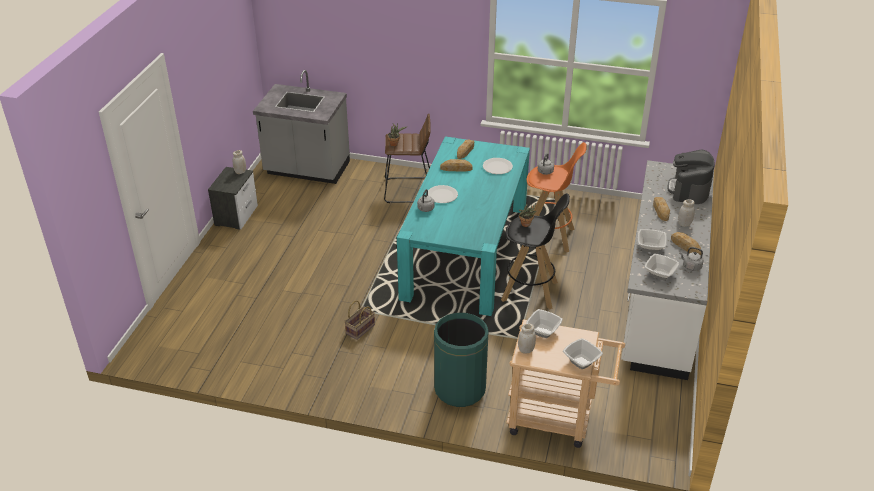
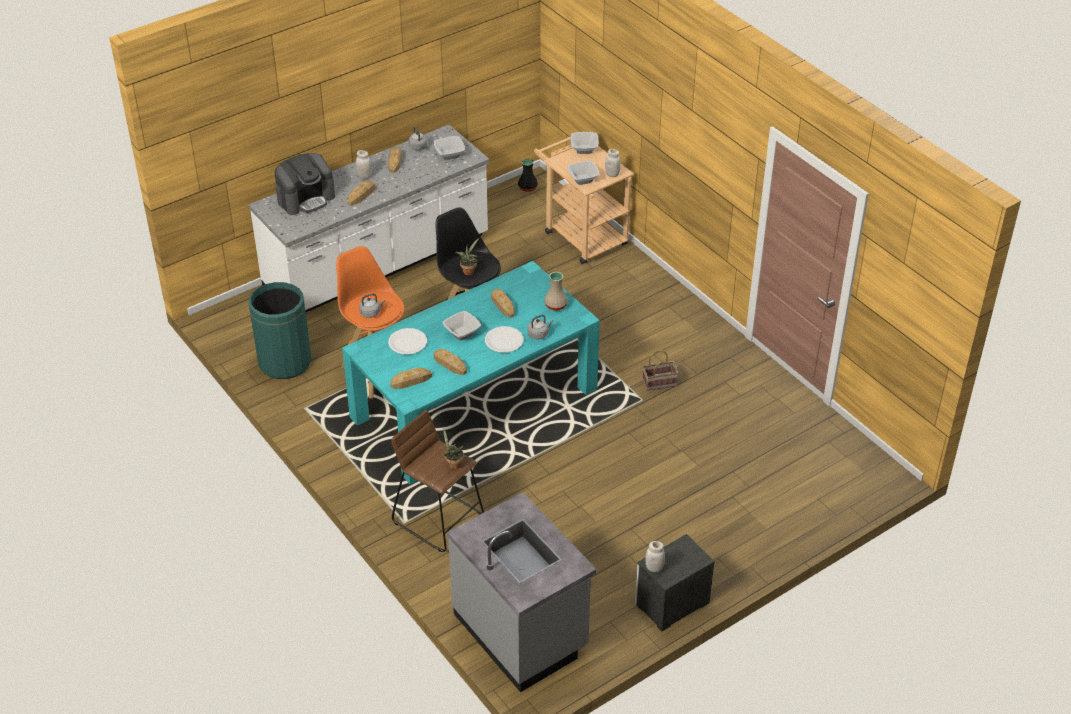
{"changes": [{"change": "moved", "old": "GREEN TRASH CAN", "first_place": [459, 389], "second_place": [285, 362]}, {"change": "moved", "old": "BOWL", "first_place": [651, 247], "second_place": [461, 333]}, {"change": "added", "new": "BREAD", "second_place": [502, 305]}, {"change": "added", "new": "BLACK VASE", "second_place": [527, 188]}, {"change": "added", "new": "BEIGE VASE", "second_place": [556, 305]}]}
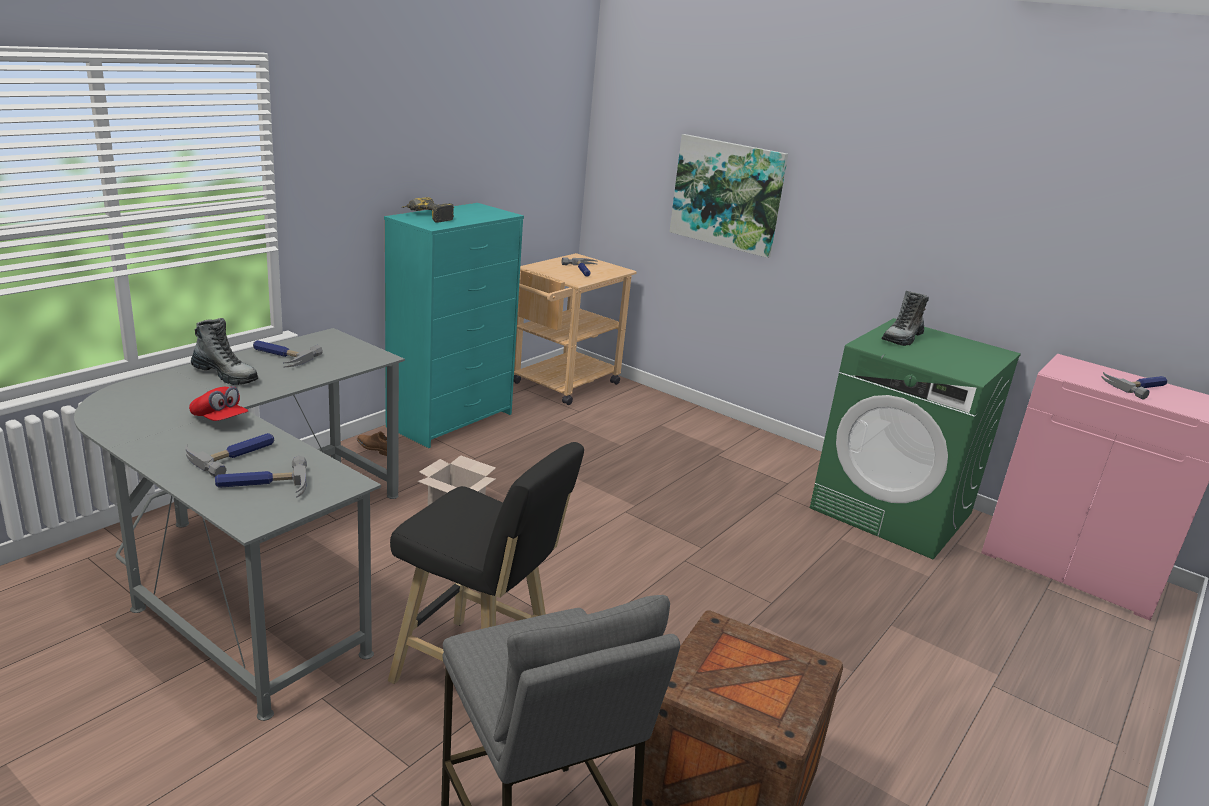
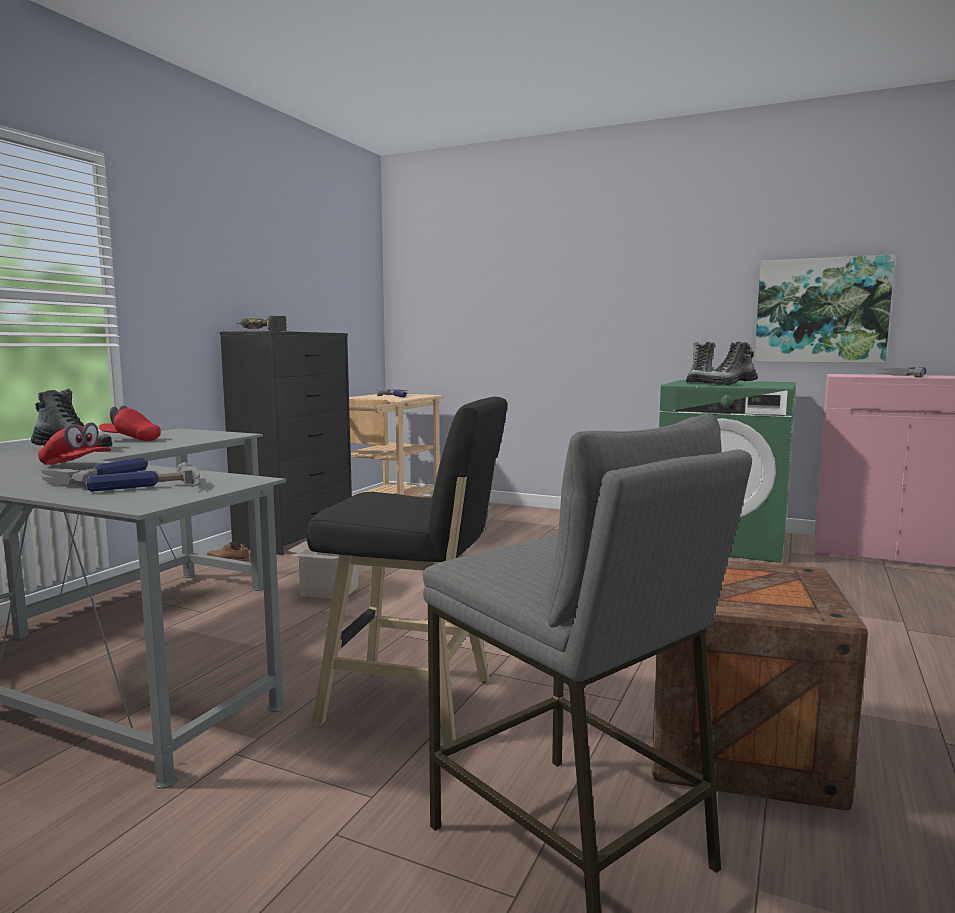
{"changes": [{"change": "replaced", "old": "HAMMER", "new": "RED CAP", "first_place": [280, 357], "second_place": [130, 440]}, {"change": "recoloured", "old": "TURQUOISE DRESSER", "new": "BLACK DRESSER", "first_place": [451, 420], "second_place": [296, 536]}, {"change": "added", "new": "BOOT", "second_place": [728, 384]}, {"change": "moved", "old": "PICTURE", "first_place": [727, 194], "second_place": [821, 310]}]}
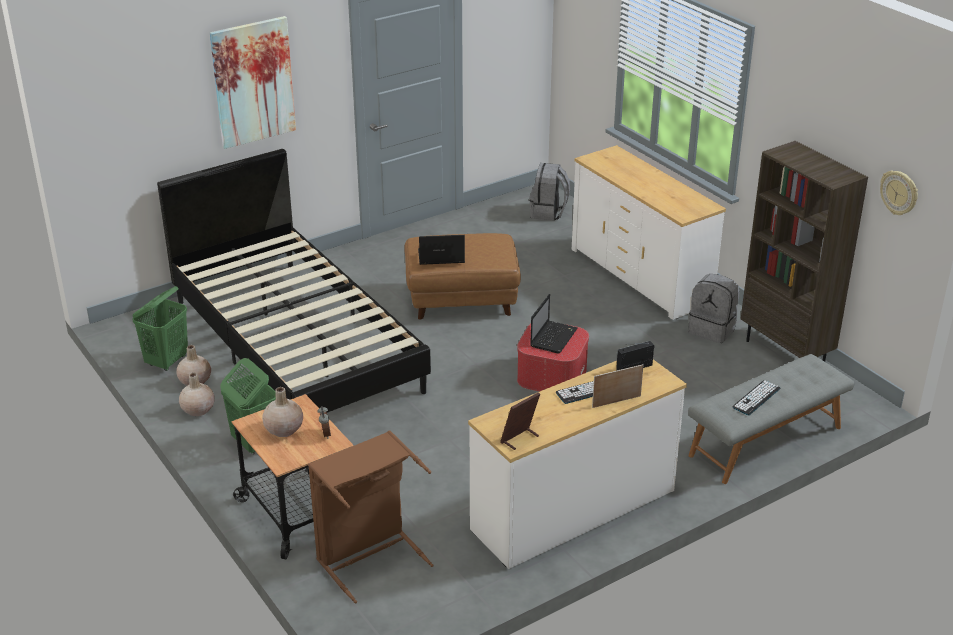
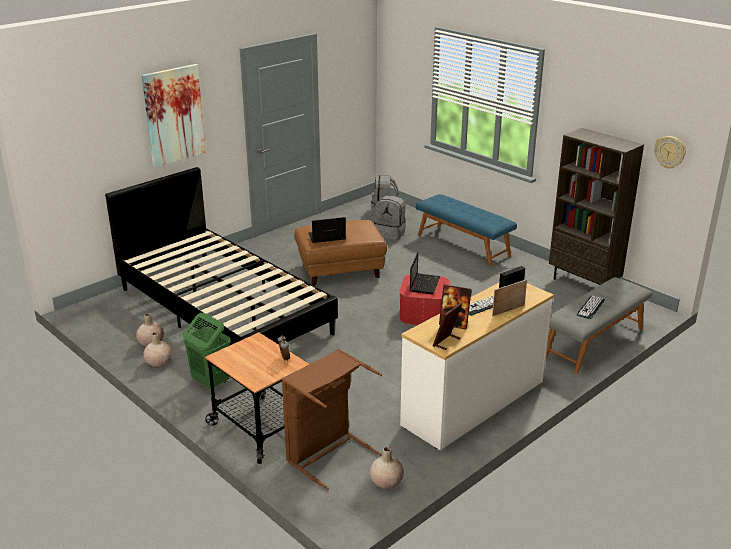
{"changes": [{"change": "moved", "old": "BEIGE VASE", "first_place": [284, 429], "second_place": [386, 482]}, {"change": "moved", "old": "GREY BACKPACK", "first_place": [712, 330], "second_place": [390, 234]}, {"change": "replaced", "old": "WHITE DRESSER", "new": "BLUE BENCH", "first_place": [640, 276], "second_place": [463, 245]}, {"change": "added", "new": "PICTURE FRAME", "second_place": [454, 324]}, {"change": "removed", "old": "GREEN LAUNDRY BASKET", "first_place": [167, 361]}]}
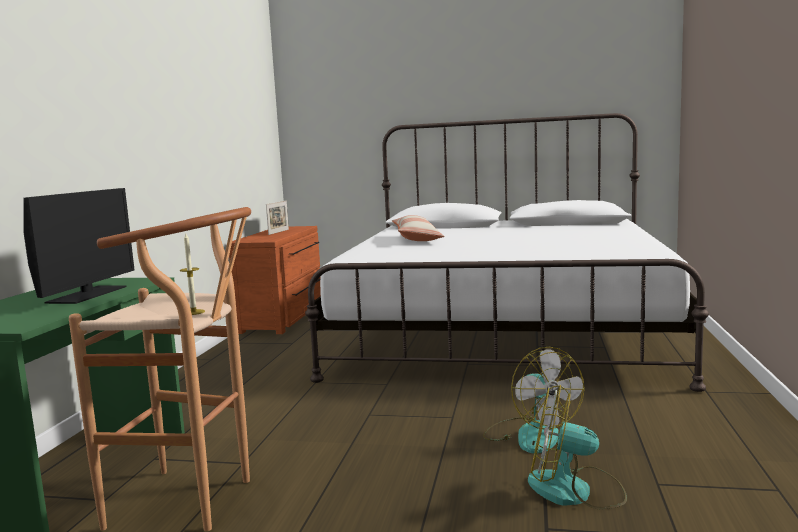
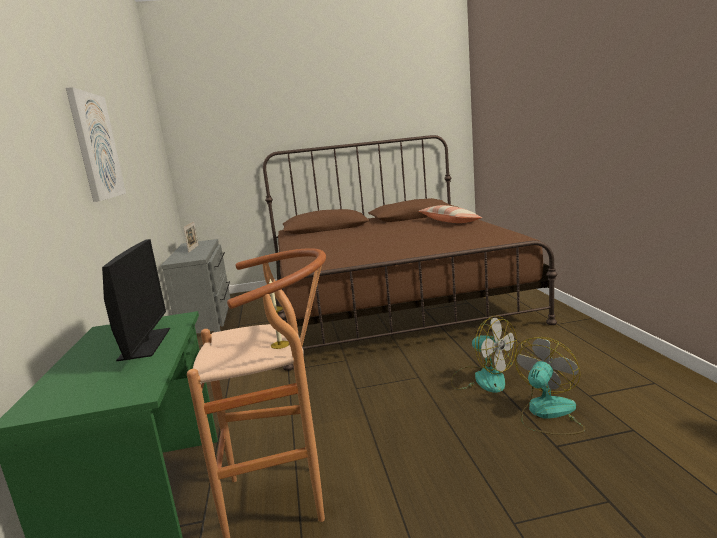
{"changes": [{"change": "added", "new": "PICTURE", "second_place": [96, 146]}, {"change": "recoloured", "old": "BROWN DRESSER", "new": "GREY DRESSER", "first_place": [285, 317], "second_place": [208, 318]}, {"change": "recoloured", "old": "WHITE BED", "new": "BROWN BED", "first_place": [503, 331], "second_place": [391, 302]}, {"change": "moved", "old": "PILLOW", "first_place": [417, 239], "second_place": [449, 222]}, {"change": "turned", "old": "FAN", "first_place": [574, 491], "second_place": [547, 414], "degrees": 135}]}
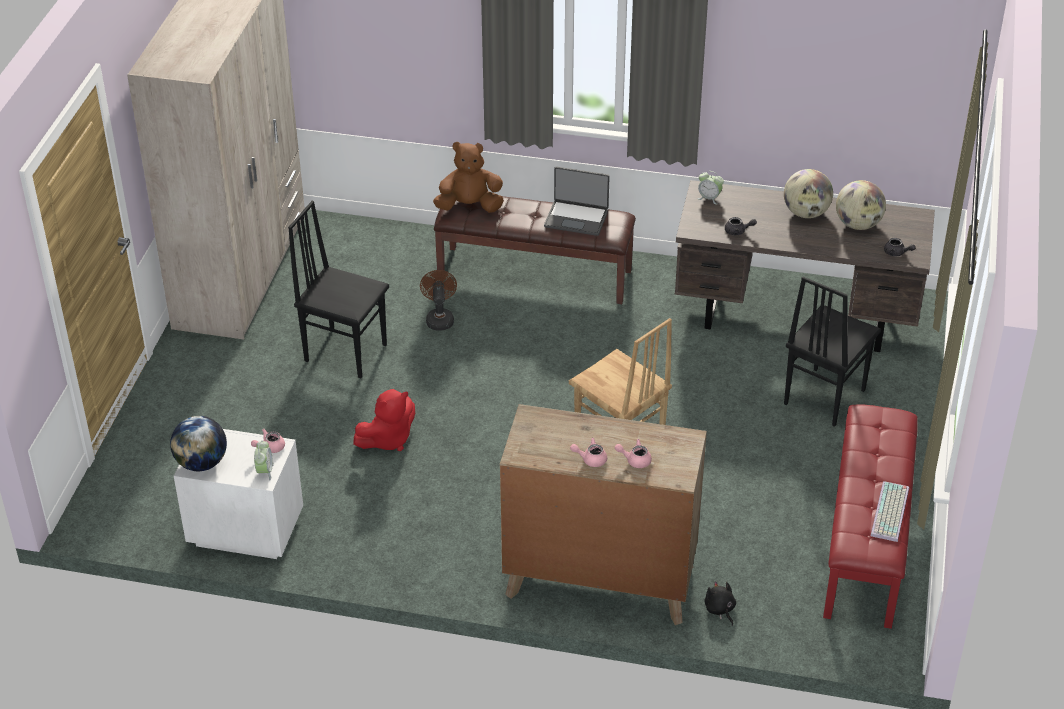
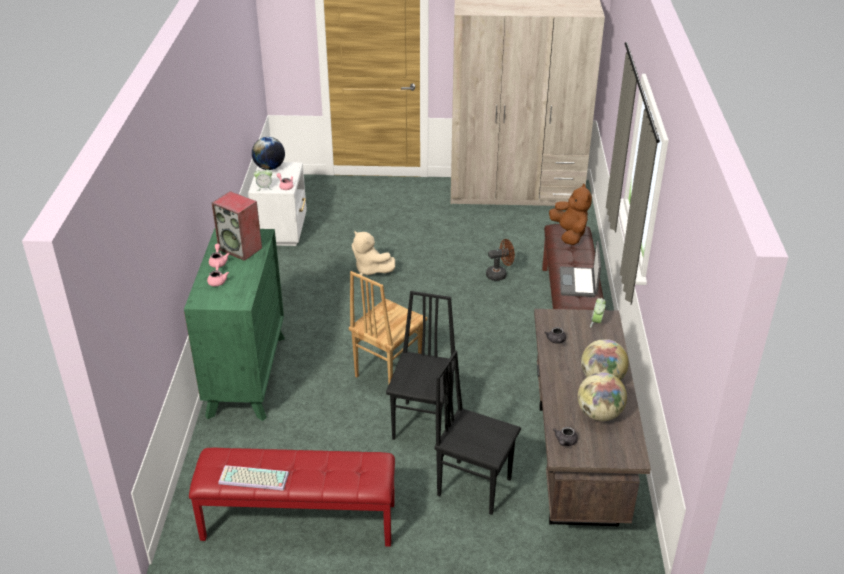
{"changes": [{"change": "recoloured", "old": "BROWN DRESSER", "new": "GREEN DRESSER", "first_place": [599, 581], "second_place": [246, 375]}, {"change": "added", "new": "SPEAKER", "second_place": [241, 249]}, {"change": "recoloured", "old": "RED PLUSH TOY", "new": "BEIGE PLUSH TOY", "first_place": [388, 439], "second_place": [370, 270]}, {"change": "moved", "old": "BLACK CHAIR", "first_place": [345, 351], "second_place": [424, 424]}, {"change": "removed", "old": "BLACK PLUSH TOY", "first_place": [720, 610]}]}
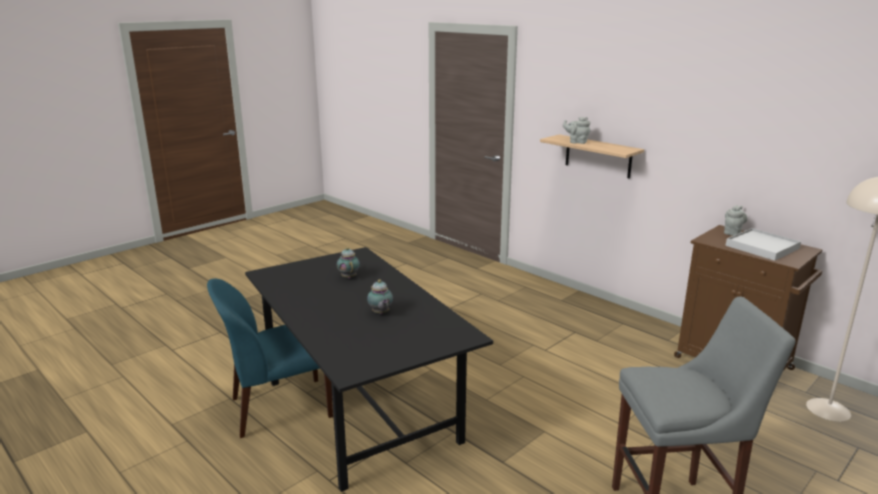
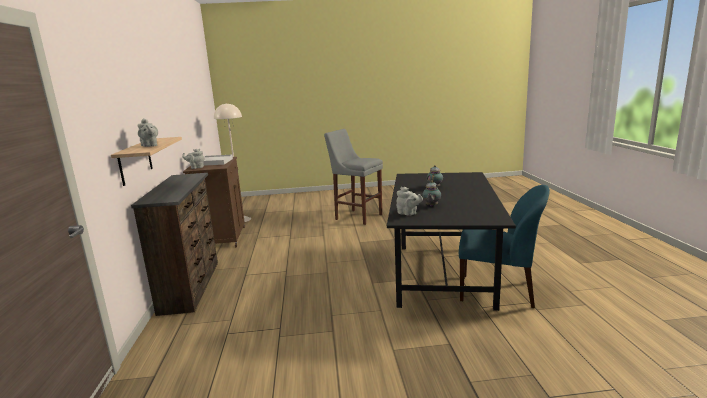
{"changes": [{"change": "added", "new": "BROWN DRESSER", "second_place": [192, 285]}, {"change": "added", "new": "GREY TEAPOT", "second_place": [408, 213]}]}
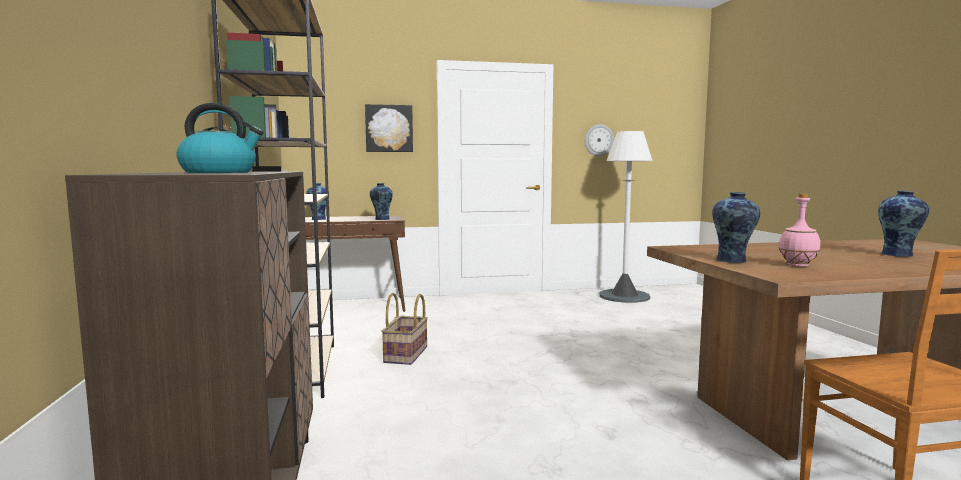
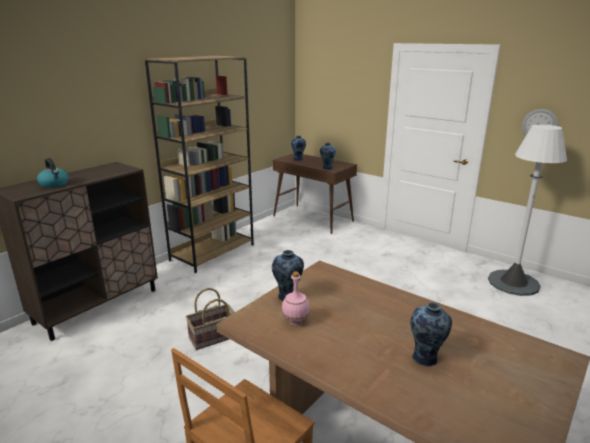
{"changes": [{"change": "moved", "old": "BASKET", "first_place": [406, 355], "second_place": [213, 337]}, {"change": "removed", "old": "PICTURE", "first_place": [389, 128]}]}
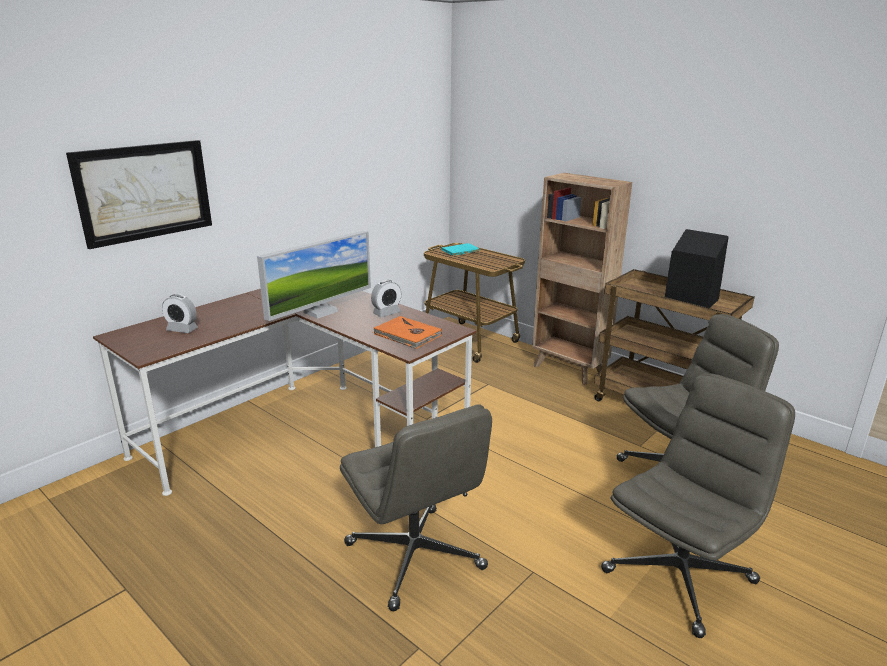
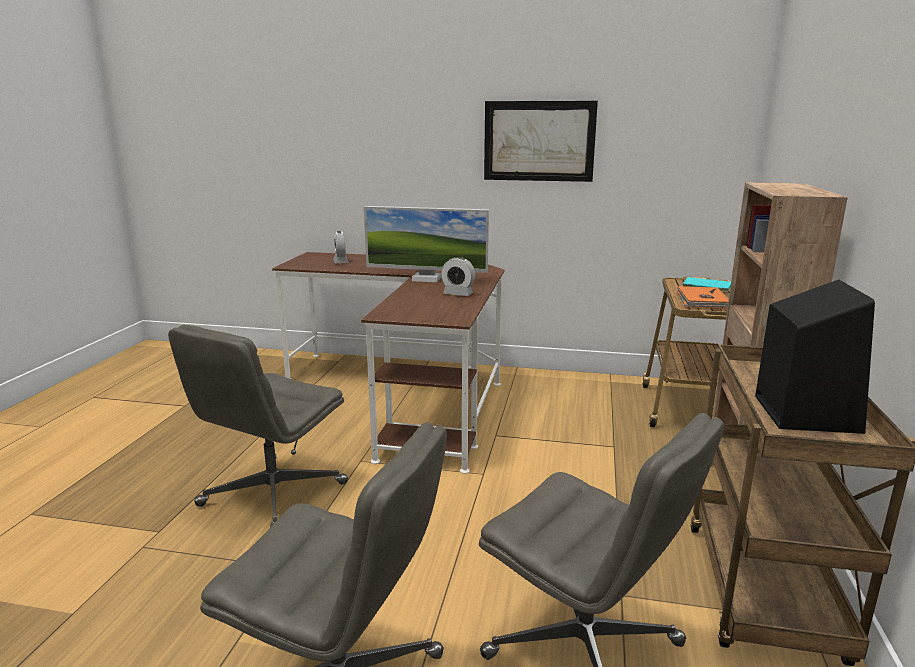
{"changes": [{"change": "moved", "old": "PICTURE", "first_place": [144, 192], "second_place": [539, 141]}, {"change": "moved", "old": "ORANGE BOOK", "first_place": [407, 335], "second_place": [701, 300]}]}
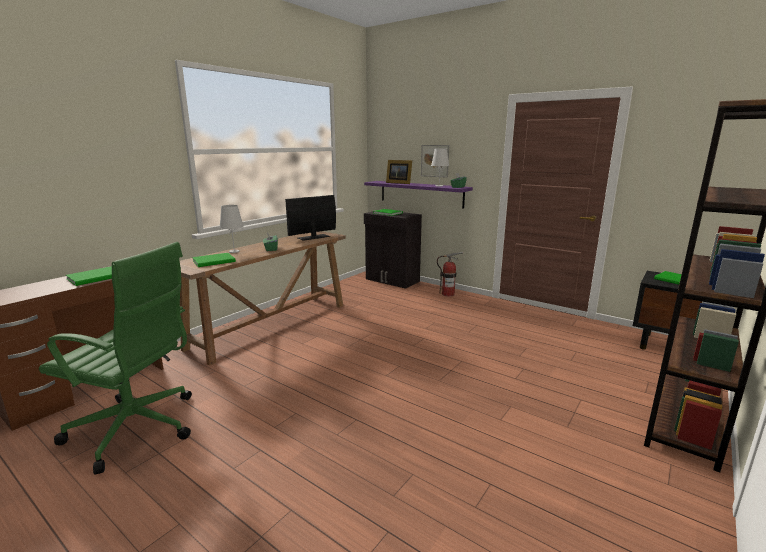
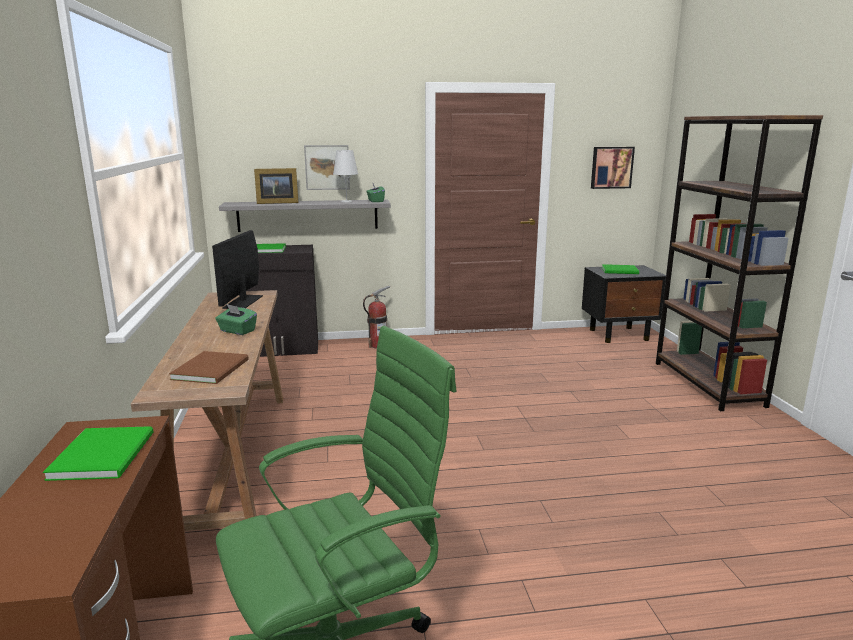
{"changes": [{"change": "recoloured", "old": "GREEN BOOK", "new": "BROWN BOOK", "first_place": [215, 261], "second_place": [213, 369]}, {"change": "recoloured", "old": "PURPLE SHELF", "new": "GREY SHELF", "first_place": [421, 194], "second_place": [308, 215]}, {"change": "added", "new": "PICTURE", "second_place": [611, 167]}, {"change": "removed", "old": "WHITE TABLE LAMP", "first_place": [234, 251]}]}
